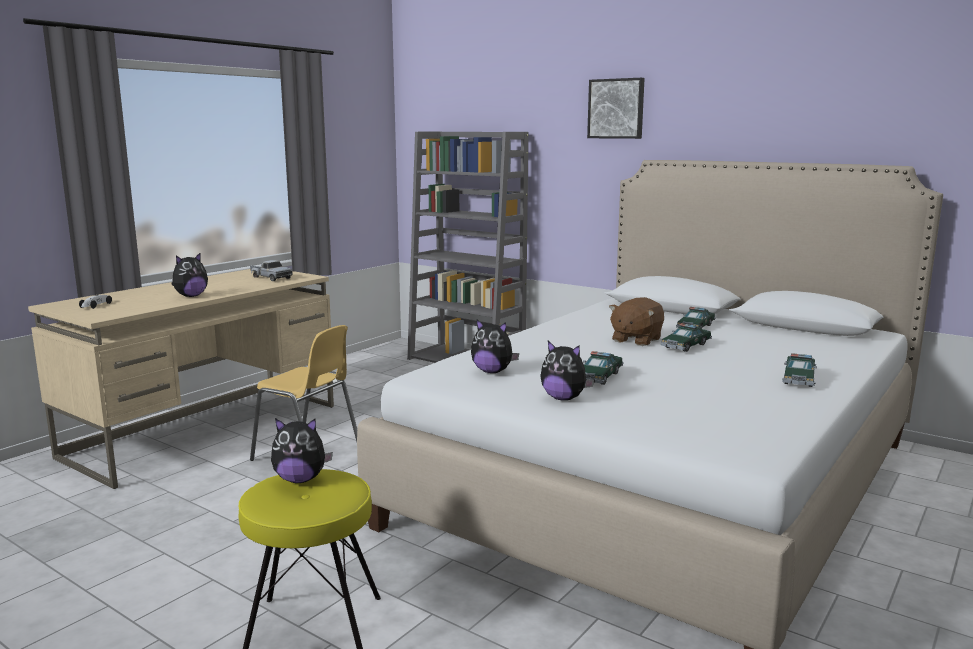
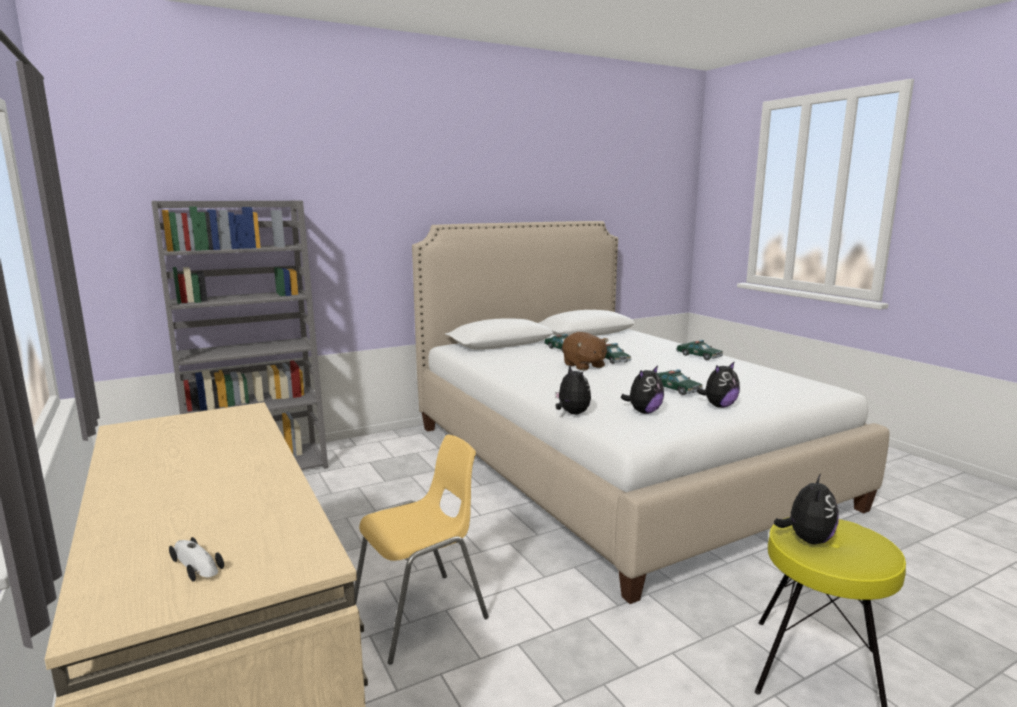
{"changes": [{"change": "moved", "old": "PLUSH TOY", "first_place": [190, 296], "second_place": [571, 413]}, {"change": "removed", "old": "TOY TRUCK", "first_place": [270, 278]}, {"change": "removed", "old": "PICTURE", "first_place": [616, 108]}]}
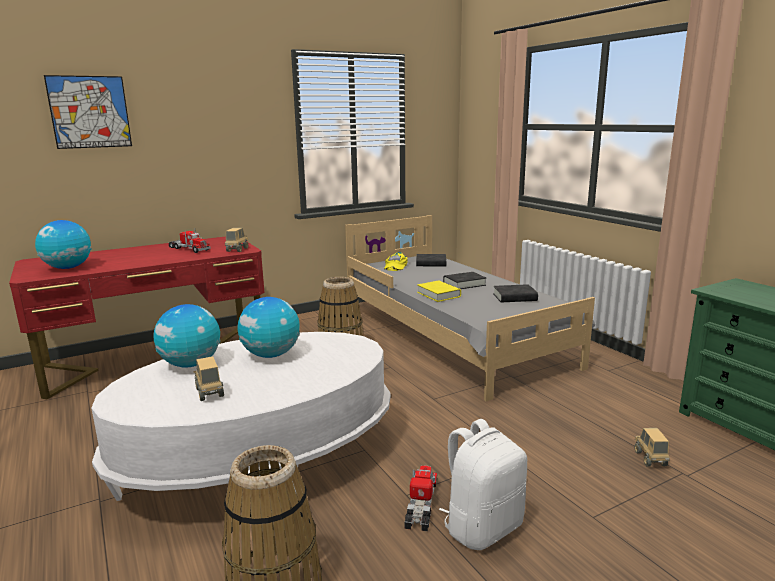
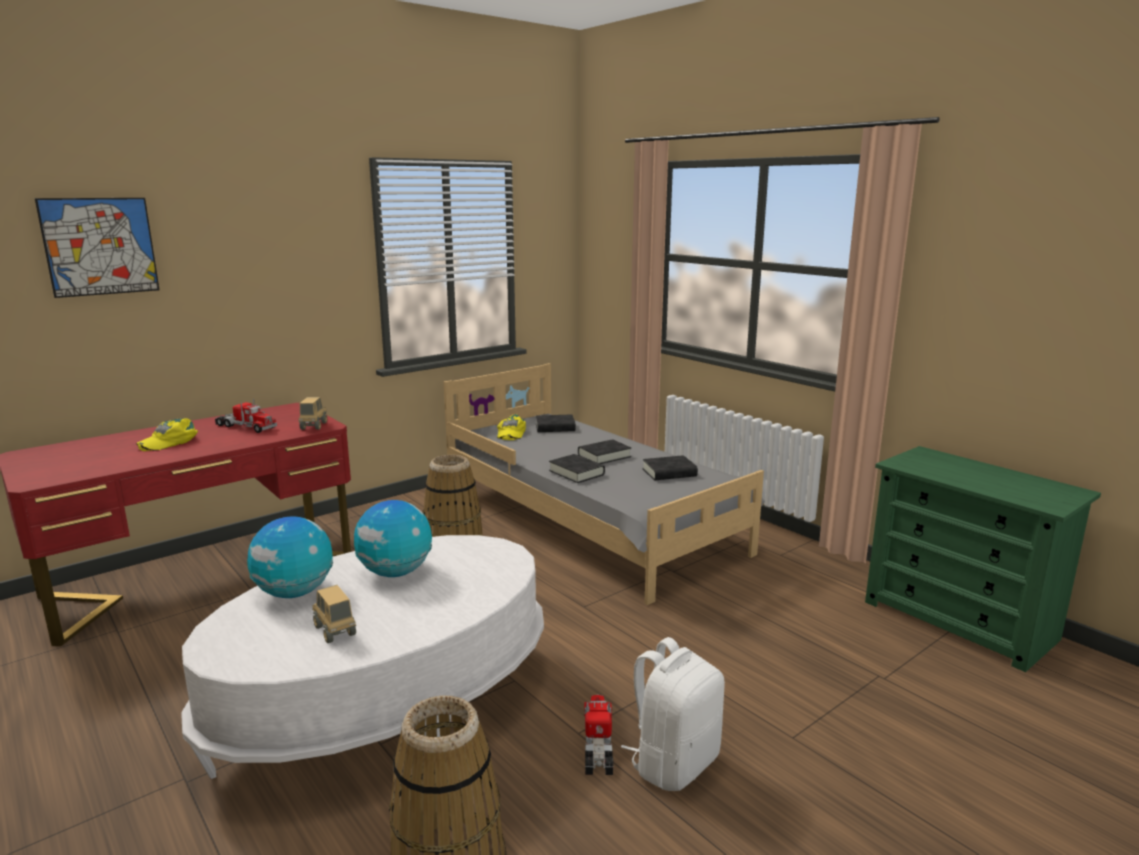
{"changes": [{"change": "added", "new": "YELLOW CAP", "second_place": [169, 442]}, {"change": "recoloured", "old": "YELLOW BOOK", "new": "BLACK BOOK", "first_place": [438, 294], "second_place": [576, 473]}, {"change": "removed", "old": "GLOBE", "first_place": [68, 268]}, {"change": "removed", "old": "TOY TRUCK", "first_place": [650, 459]}]}
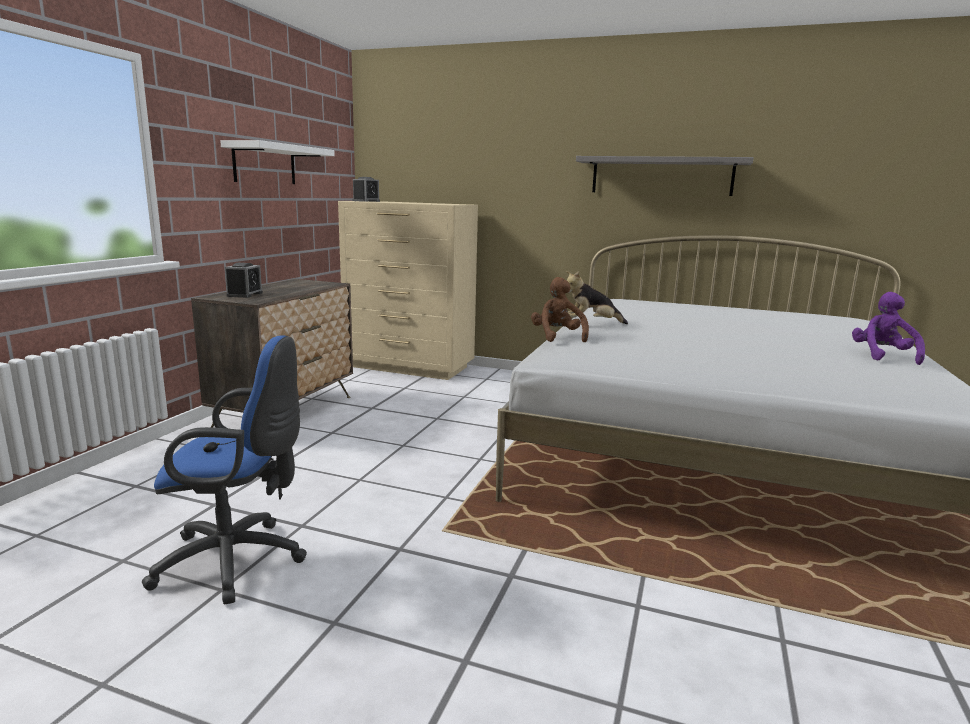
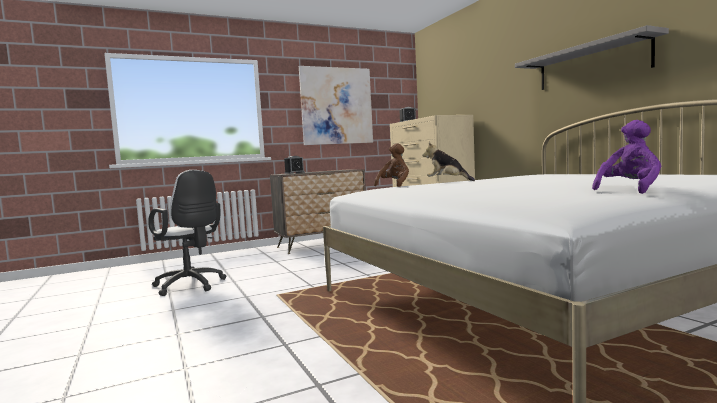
{"changes": [{"change": "recoloured", "old": "BLUE OFFICE CHAIR", "new": "WHITE OFFICE CHAIR", "first_place": [238, 561], "second_place": [191, 286]}, {"change": "replaced", "old": "WHITE SHELF", "new": "PICTURE", "first_place": [264, 164], "second_place": [336, 106]}]}
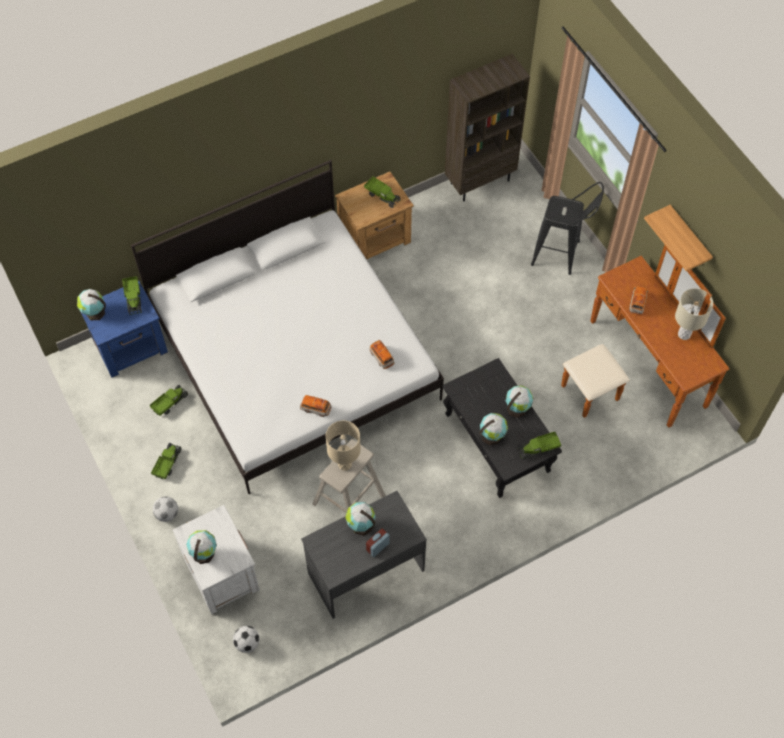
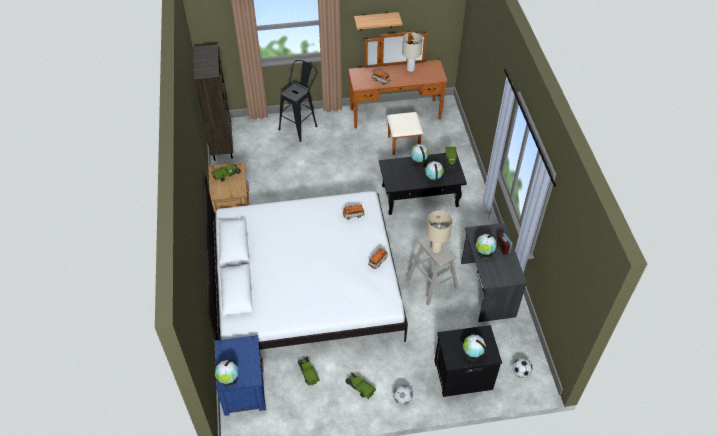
{"changes": [{"change": "recoloured", "old": "WHITE NIGHTSTAND", "new": "BLACK NIGHTSTAND", "first_place": [221, 572], "second_place": [462, 374]}, {"change": "removed", "old": "TOY TRUCK", "first_place": [133, 298]}]}
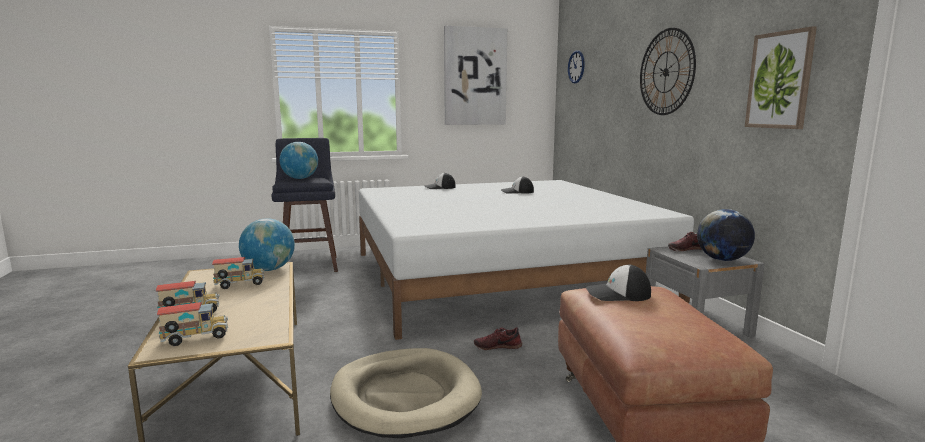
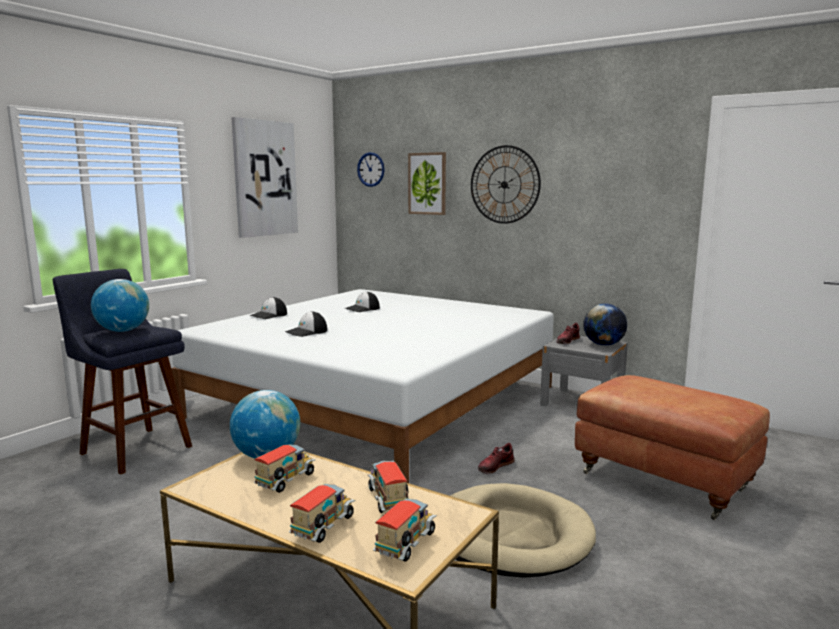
{"changes": [{"change": "moved", "old": "CAP", "first_place": [618, 294], "second_place": [306, 332]}, {"change": "added", "new": "TOY TRUCK", "second_place": [388, 501]}, {"change": "moved", "old": "PICTURE", "first_place": [780, 80], "second_place": [427, 183]}]}
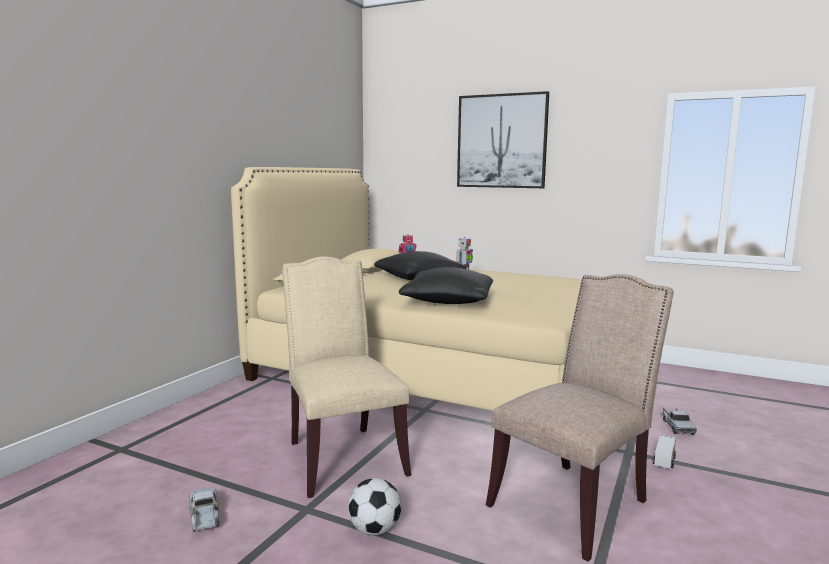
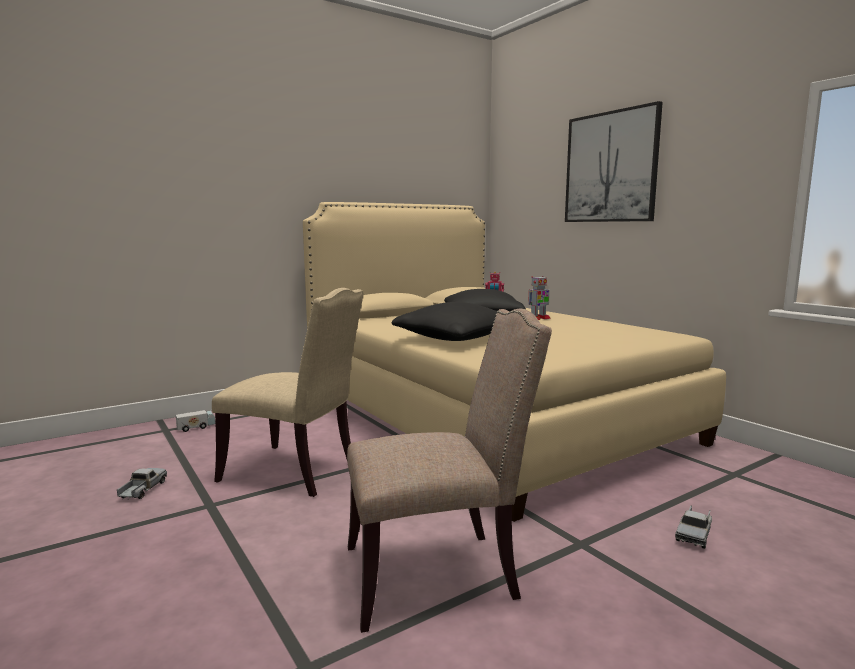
{"changes": [{"change": "moved", "old": "TOY TRUCK", "first_place": [664, 459], "second_place": [196, 427]}, {"change": "turned", "old": "BEIGE CHAIR", "first_place": [341, 456], "second_place": [295, 472], "degrees": 105}, {"change": "removed", "old": "FOOTBALL", "first_place": [374, 530]}]}
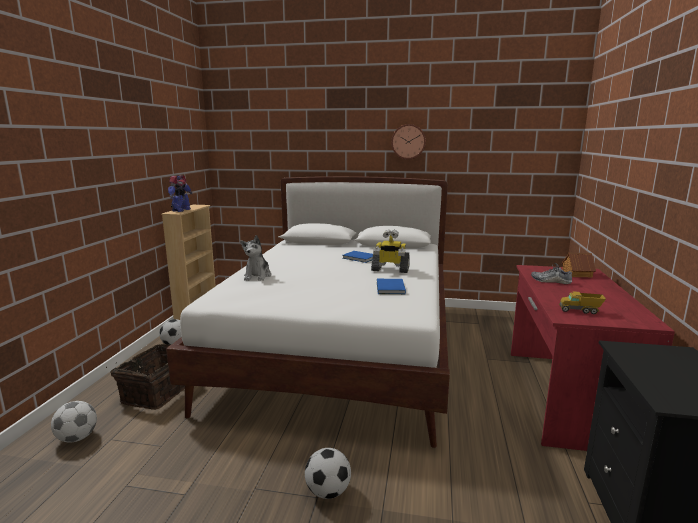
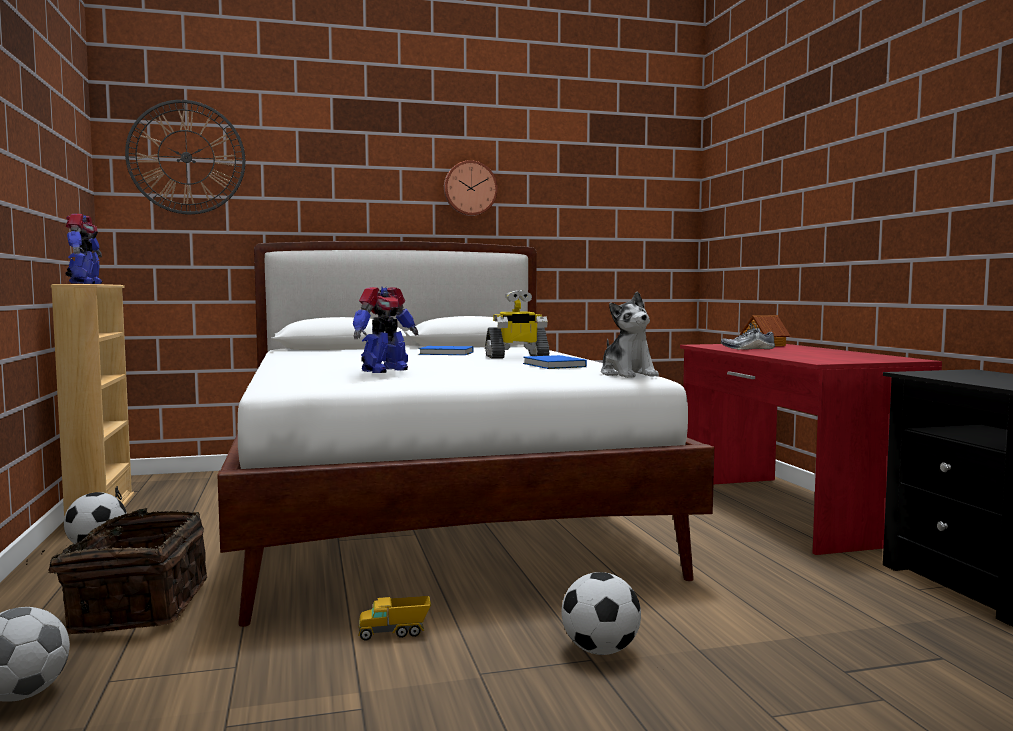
{"changes": [{"change": "added", "new": "WALL CLOCK", "second_place": [186, 157]}, {"change": "added", "new": "TOY ROBOT", "second_place": [383, 370]}, {"change": "moved", "old": "TOY TRUCK", "first_place": [580, 311], "second_place": [394, 633]}, {"change": "moved", "old": "PLUSH TOY", "first_place": [257, 276], "second_place": [627, 374]}]}
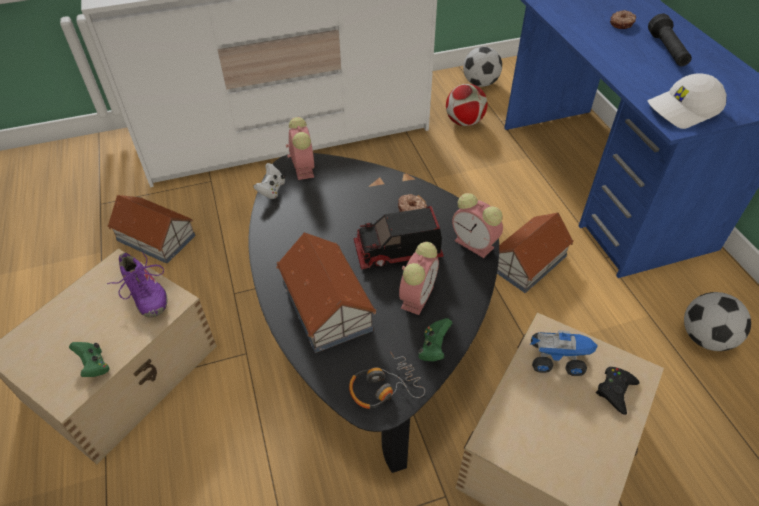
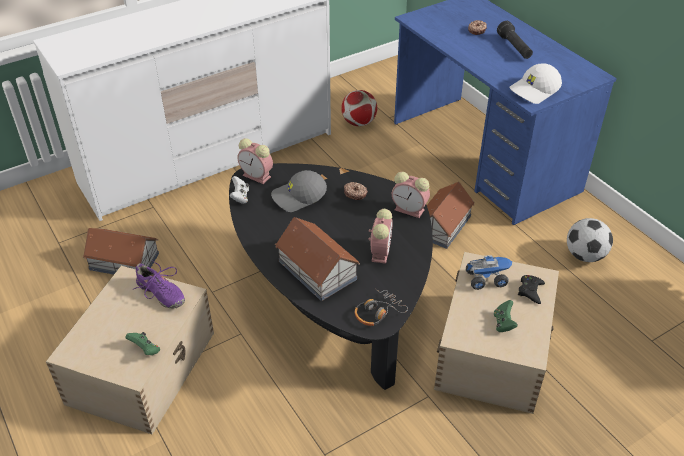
{"changes": [{"change": "turned", "old": "ALARM CLOCK", "first_place": [303, 167], "second_place": [258, 176], "degrees": 150}, {"change": "added", "new": "GREY CAP", "second_place": [299, 197]}, {"change": "moved", "old": "GREEN GAME CONTROLLER", "first_place": [433, 348], "second_place": [503, 323]}, {"change": "removed", "old": "TOY TRUCK", "first_place": [398, 252]}, {"change": "removed", "old": "FOOTBALL", "first_place": [480, 83]}]}
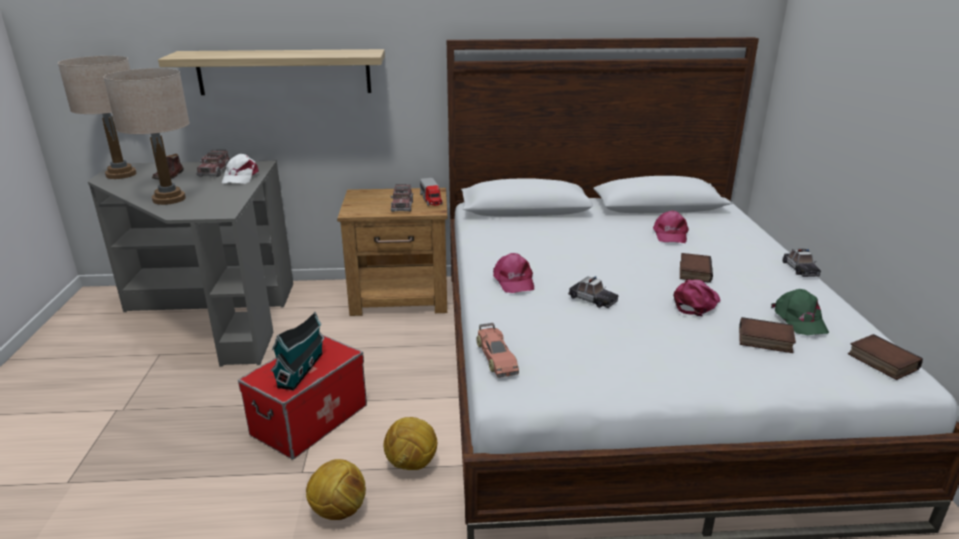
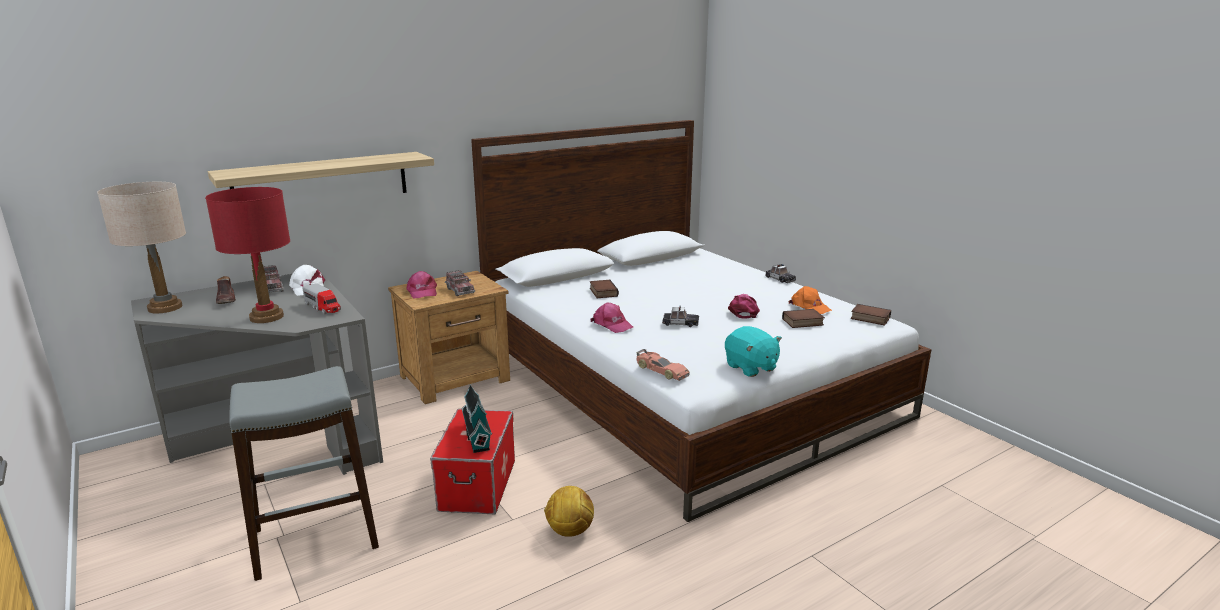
{"changes": [{"change": "recoloured", "old": "BEIGE TABLE LAMP", "new": "RED TABLE LAMP", "first_place": [169, 199], "second_place": [266, 317]}, {"change": "added", "new": "GREY STOOL", "second_place": [315, 539]}, {"change": "moved", "old": "TOY TRUCK", "first_place": [431, 199], "second_place": [323, 307]}, {"change": "moved", "old": "PINK CAP", "first_place": [670, 234], "second_place": [422, 291]}, {"change": "moved", "old": "BOOK", "first_place": [693, 271], "second_place": [602, 292]}, {"change": "added", "new": "TURQUOISE PLUSH TOY", "second_place": [750, 367]}, {"change": "recoloured", "old": "GREEN CAP", "new": "ORANGE CAP", "first_place": [799, 320], "second_place": [809, 307]}, {"change": "removed", "old": "FOOTBALL", "first_place": [412, 464]}]}
